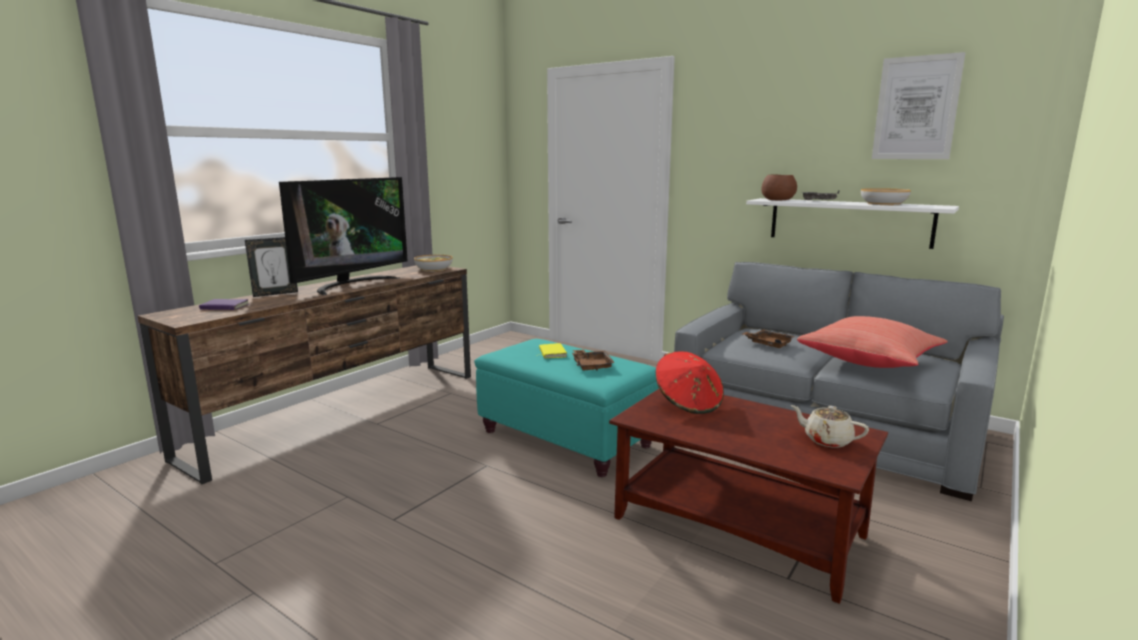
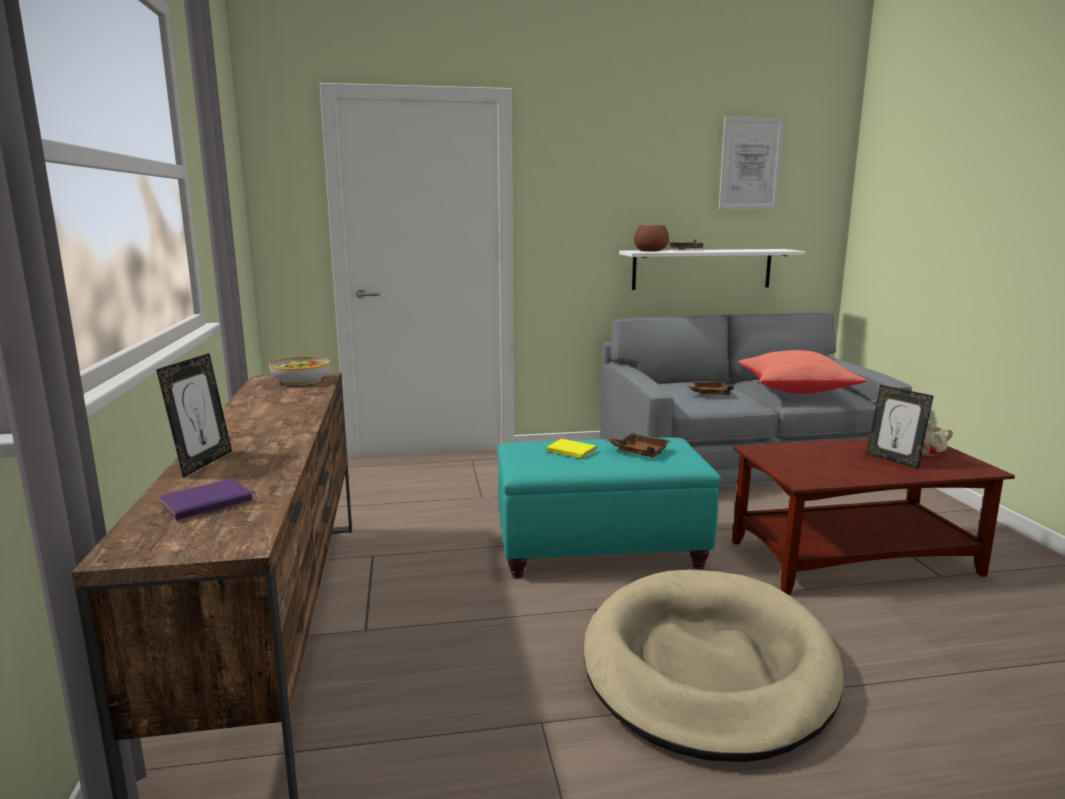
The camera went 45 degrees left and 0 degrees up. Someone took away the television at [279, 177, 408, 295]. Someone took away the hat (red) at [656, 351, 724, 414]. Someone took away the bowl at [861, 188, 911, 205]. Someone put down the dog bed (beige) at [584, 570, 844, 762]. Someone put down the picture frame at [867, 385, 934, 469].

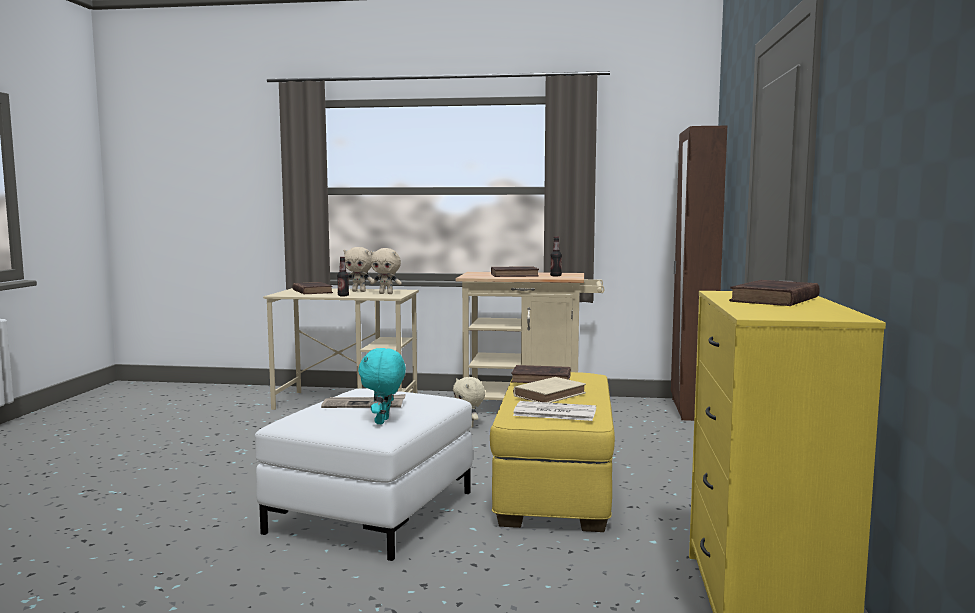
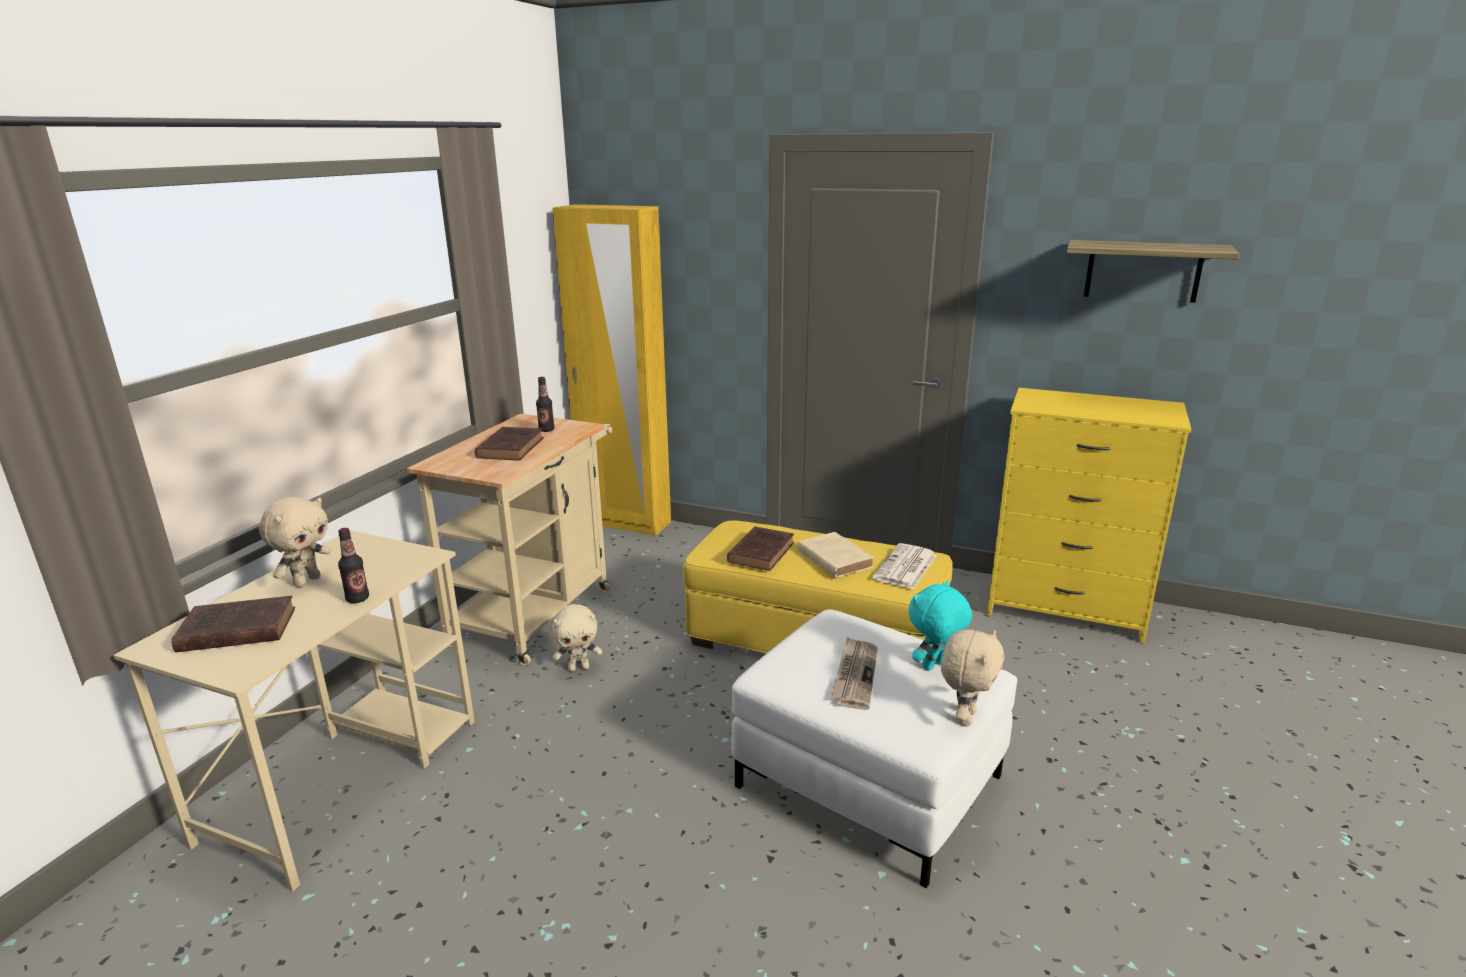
The camera went 75 degrees left and 15 degrees up. Someone took away the book (brown) at [729, 280, 820, 306]. Someone put up the shelf at [1067, 240, 1240, 303]. Someone carried the plush toy (beige) from [370, 248, 402, 294] to [941, 630, 1004, 726]. Someone repainted the wardrobe (brown) at [671, 126, 727, 421], which became the wardrobe (yellow) at [552, 204, 671, 536]. Someone rotated the plush toy (turquoise) at [358, 348, 406, 424] by 120 degrees clockwise.

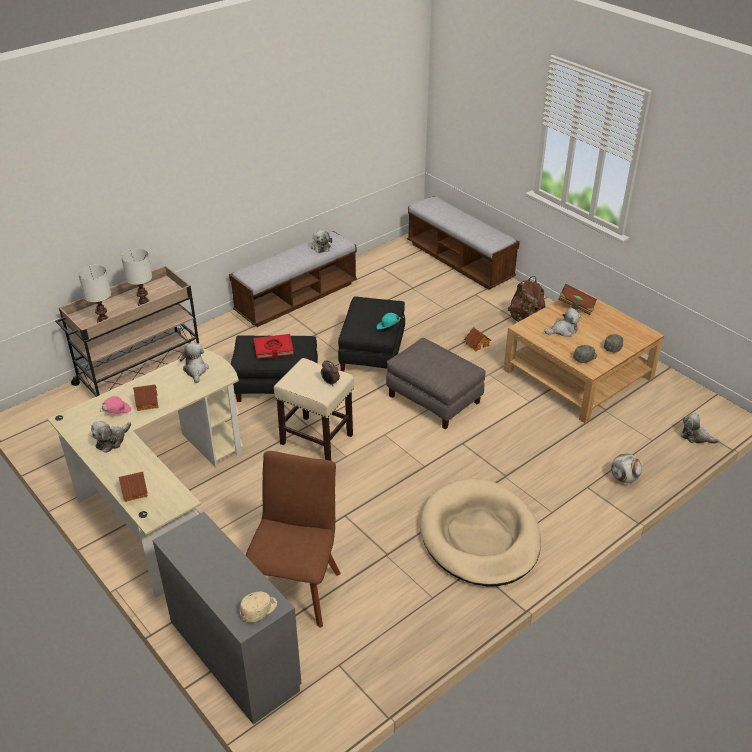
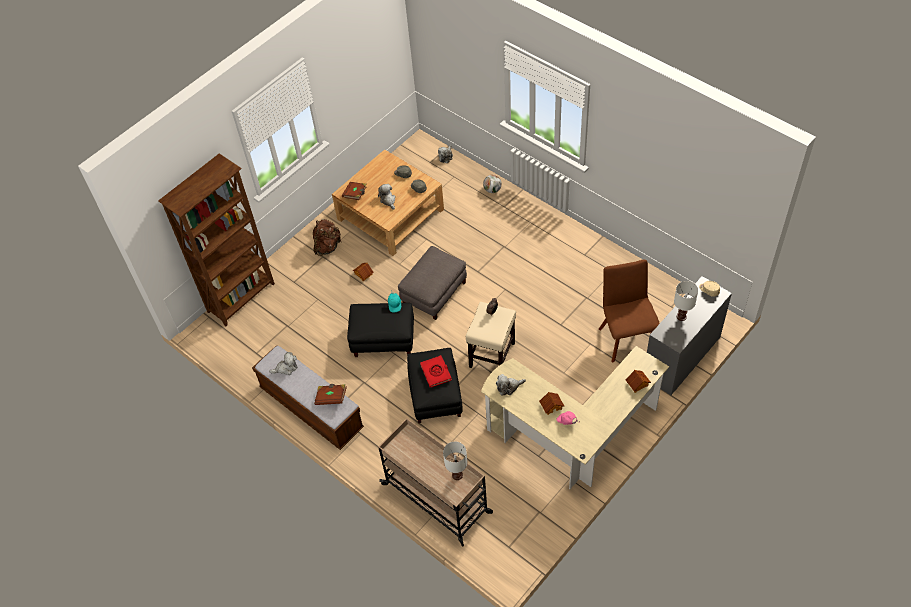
The camera went 95 degrees left and 15 degrees up. Someone took away the plush toy at [91, 421, 131, 453]. Someone took away the dog bed (beige) at [420, 479, 541, 587]. Someone put down the book (brown) at [314, 384, 347, 405]. Someone carried the table lamp (white) from [121, 248, 152, 306] to [674, 281, 698, 321]. Someone swapped the bench at [407, 196, 520, 290] for the bookcase (brown) at [158, 154, 275, 326]. Someone rotated the chair (brown) at [245, 451, 341, 628] by 75 degrees clockwise.

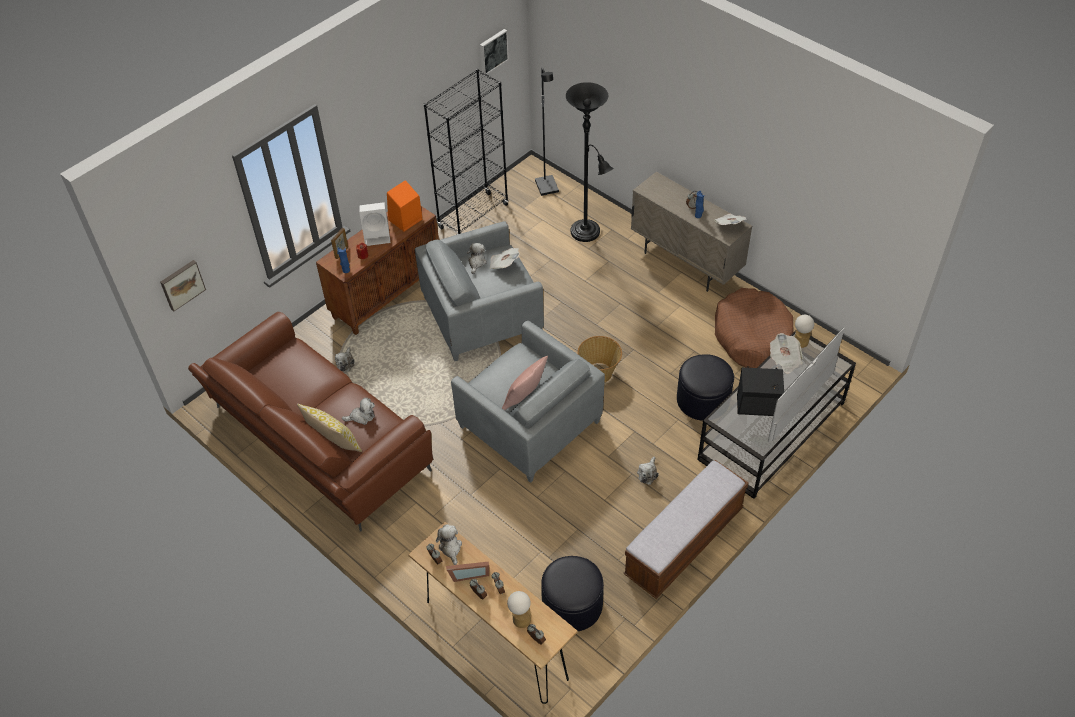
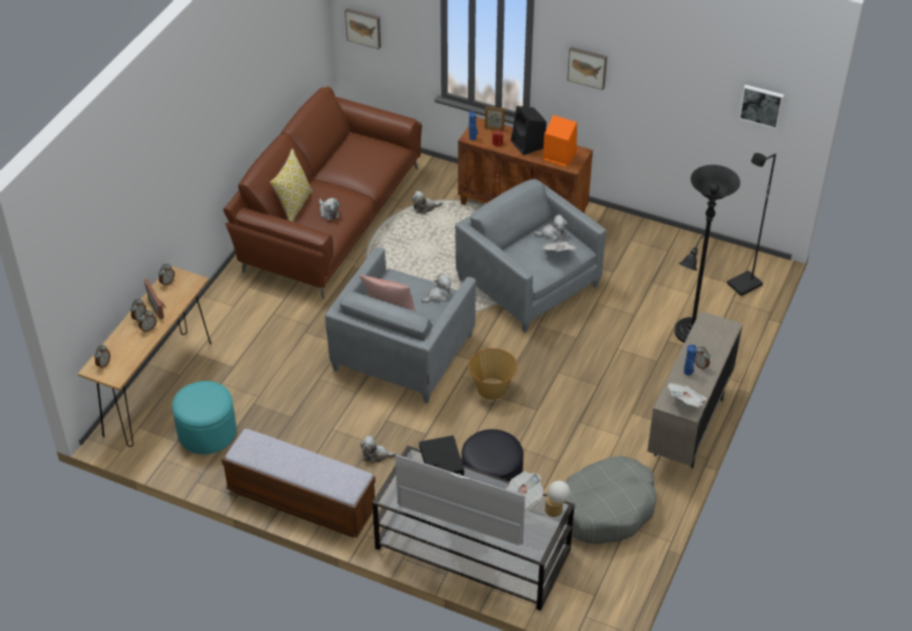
The camera went 70 degrees right and 5 degrees down. Someone took away the bookcase (black) at [424, 69, 509, 235]. Someone took away the table lamp at [507, 591, 531, 628]. Someone put up the picture at [567, 47, 607, 90]. Someone carried the plush toy from [436, 524, 462, 565] to [421, 274, 452, 303]. Someone repainted the speaker (white) at [359, 202, 390, 246], which became the speaker (black) at [511, 106, 547, 155]. Someone repainted the ottoman (black) at [541, 556, 604, 631], which became the ottoman (turquoise) at [172, 381, 237, 454]. Someone repainted the dog bed (brown) at [715, 288, 794, 368], which became the dog bed (grey) at [563, 456, 656, 544].

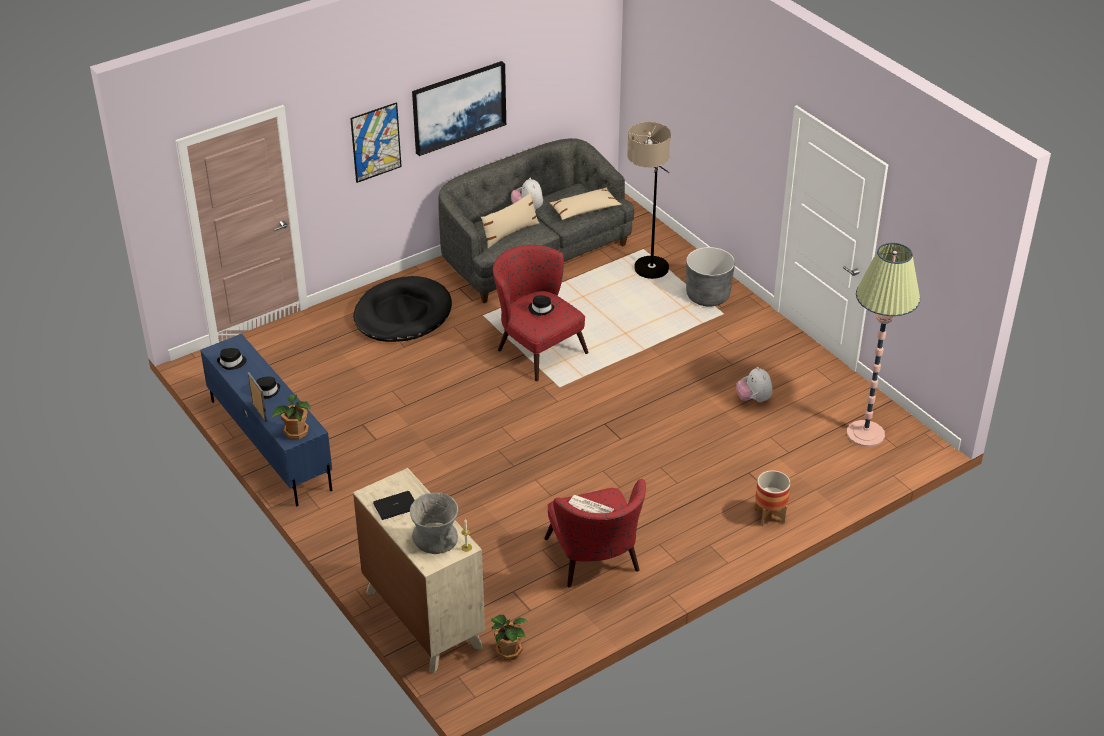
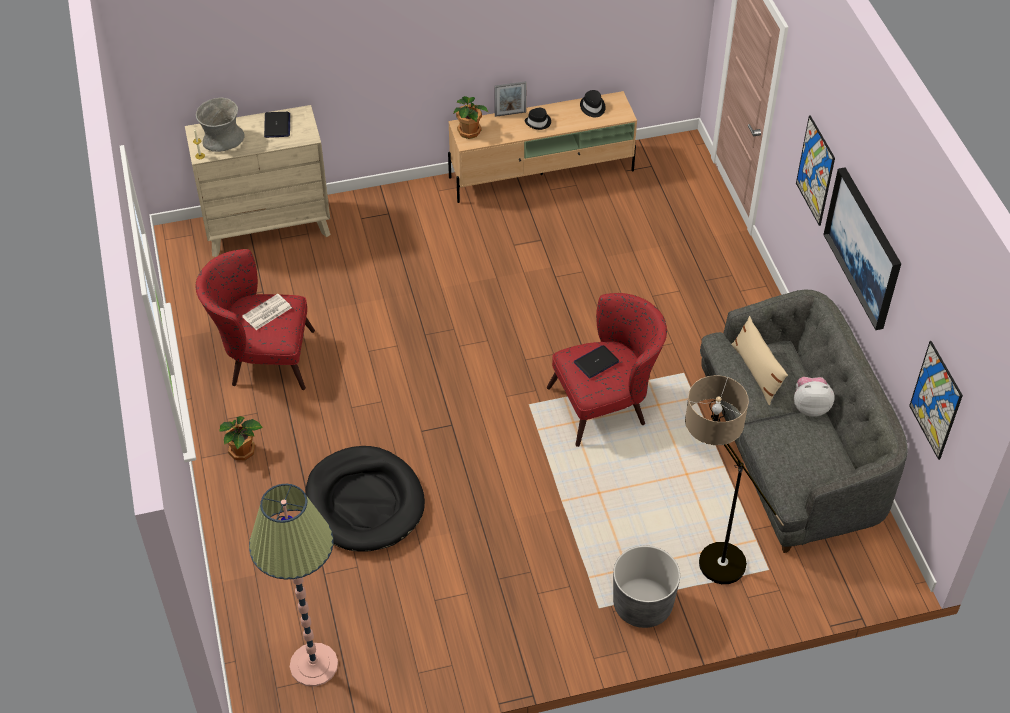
The camera went 110 degrees right and 10 degrees up. Someone took away the pillow (beige) at [550, 187, 621, 220]. Someone took away the plush toy at [736, 367, 772, 402]. Someone took away the planter at [754, 470, 791, 526]. Someone put up the picture at [909, 341, 963, 460]. Someone carried the dog bed (black) from [353, 276, 452, 342] to [305, 446, 425, 552]. Someone carried the potted plant from [491, 615, 529, 661] to [219, 416, 263, 460]. Someone swapped the hat (black) at [529, 295, 554, 315] for the laptop at [574, 345, 619, 379]. Someone repainted the tv stand (blue) at [200, 334, 332, 506], which became the tv stand (beige) at [448, 91, 637, 203].

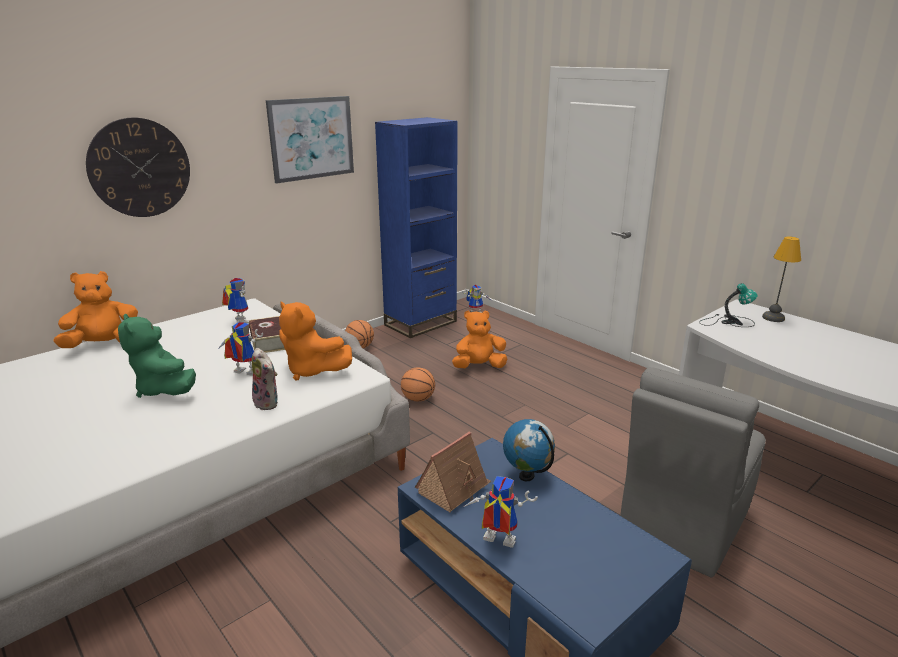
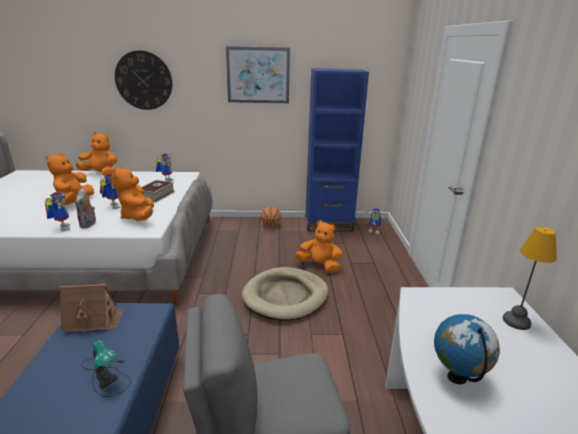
The camera went 40 degrees right and 0 degrees up. Someone took away the basketball at [401, 367, 435, 401]. Someone put down the dog bed (beige) at [242, 267, 328, 321]. Someone carried the toy robot from [462, 476, 538, 548] to [45, 192, 70, 231]. Someone carried the globe from [503, 419, 555, 481] to [434, 314, 500, 384]. Someone carried the table lamp from [699, 283, 758, 327] to [81, 340, 131, 397]. Someone repainted the plush toy (green) at [118, 314, 196, 398], which became the plush toy (orange) at [45, 153, 94, 205].

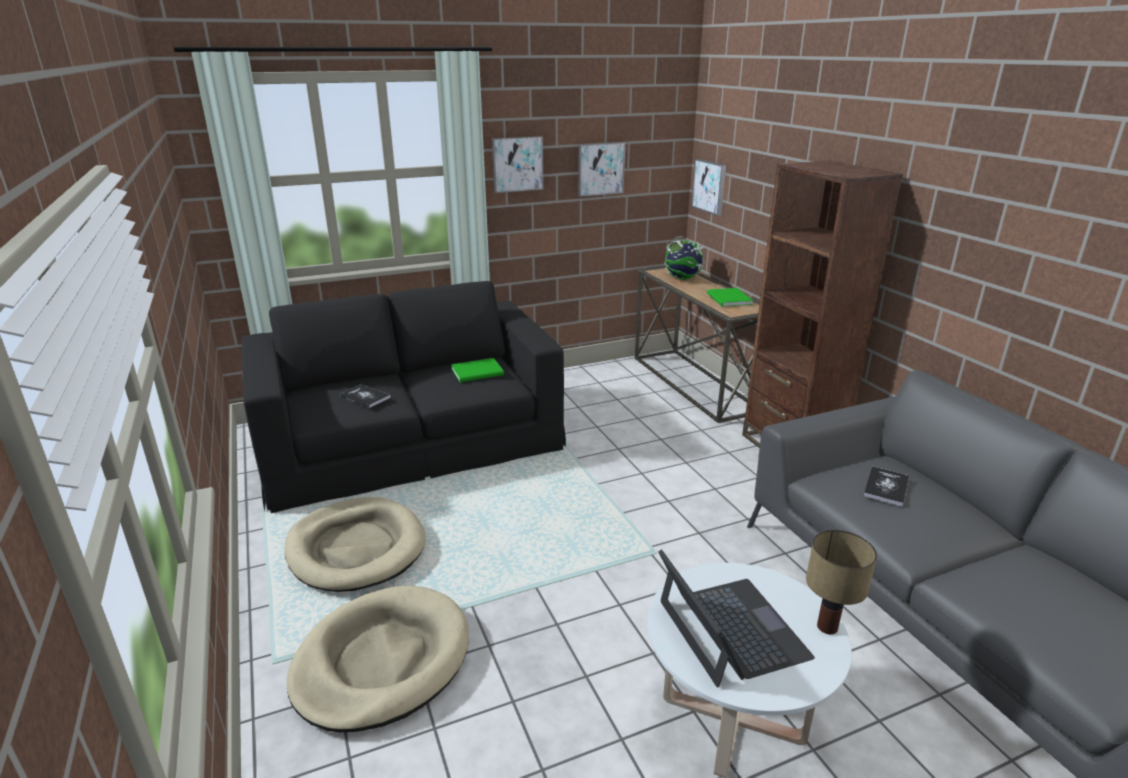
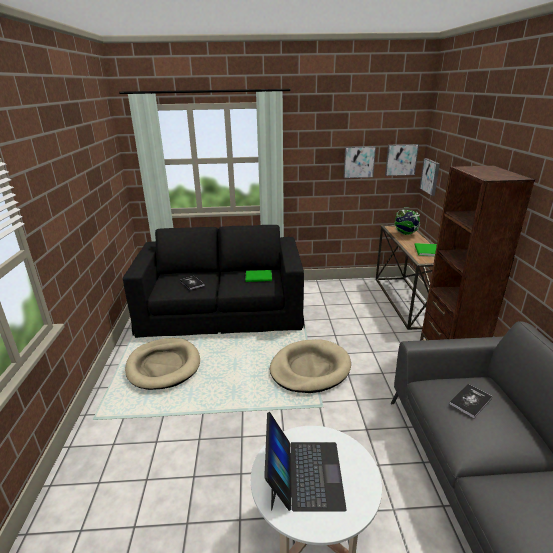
The camera went 20 degrees right and 0 degrees up. Someone took away the table lamp at [806, 530, 877, 635]. Someone carried the dog bed (beige) from [287, 586, 469, 732] to [270, 339, 351, 393]. Someone carried the picture from [492, 136, 543, 193] to [385, 144, 419, 176].

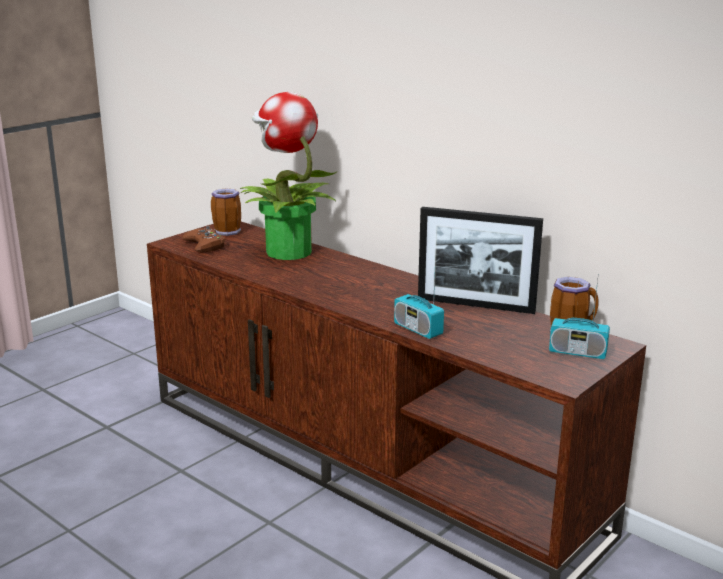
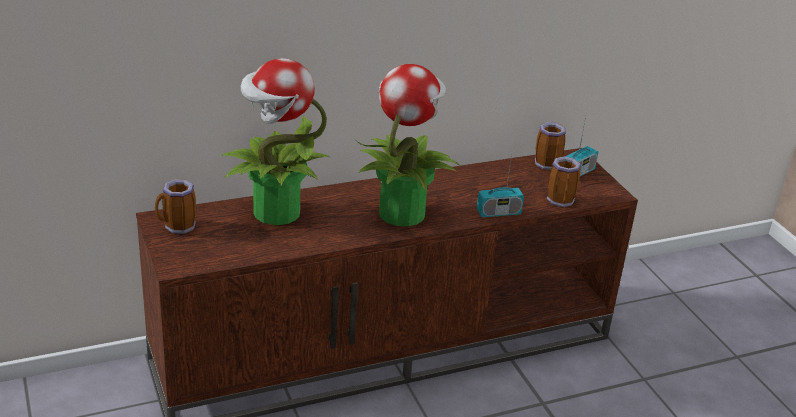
The camera went 65 degrees left and 10 degrees up. Someone took away the game controller (brown) at [182, 226, 225, 253]. Someone took away the picture frame at [418, 207, 543, 314]. Someone put down the potted plant at [357, 64, 461, 226]. Someone put down the mug at [547, 156, 581, 207].

